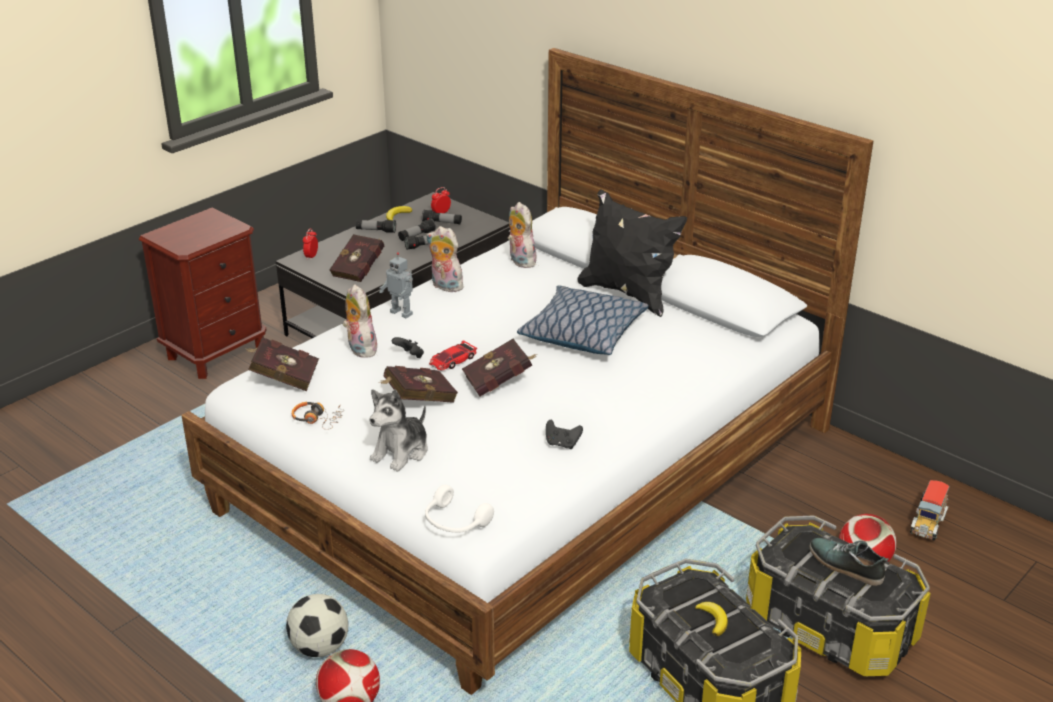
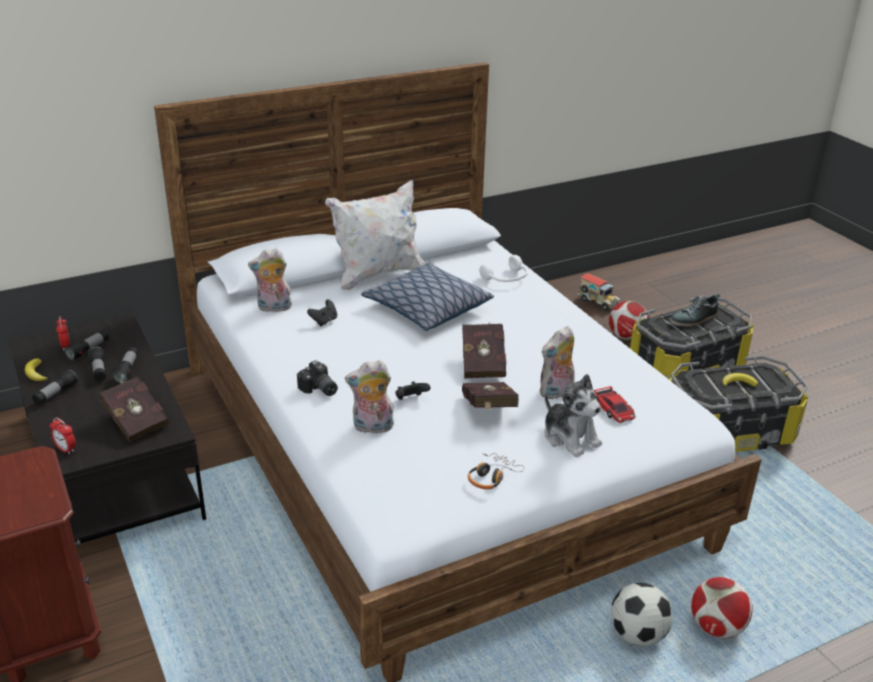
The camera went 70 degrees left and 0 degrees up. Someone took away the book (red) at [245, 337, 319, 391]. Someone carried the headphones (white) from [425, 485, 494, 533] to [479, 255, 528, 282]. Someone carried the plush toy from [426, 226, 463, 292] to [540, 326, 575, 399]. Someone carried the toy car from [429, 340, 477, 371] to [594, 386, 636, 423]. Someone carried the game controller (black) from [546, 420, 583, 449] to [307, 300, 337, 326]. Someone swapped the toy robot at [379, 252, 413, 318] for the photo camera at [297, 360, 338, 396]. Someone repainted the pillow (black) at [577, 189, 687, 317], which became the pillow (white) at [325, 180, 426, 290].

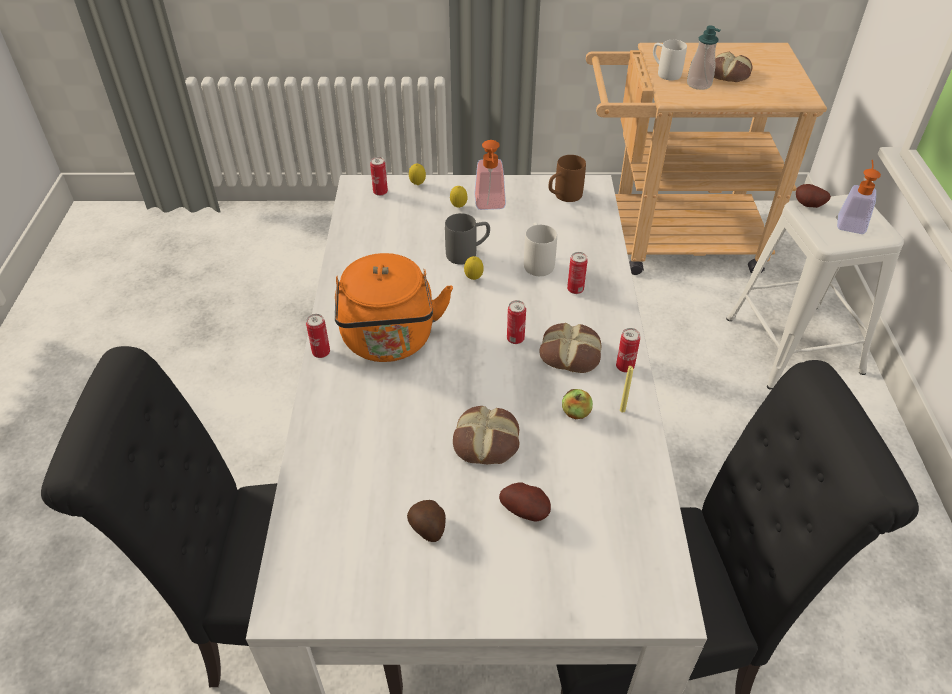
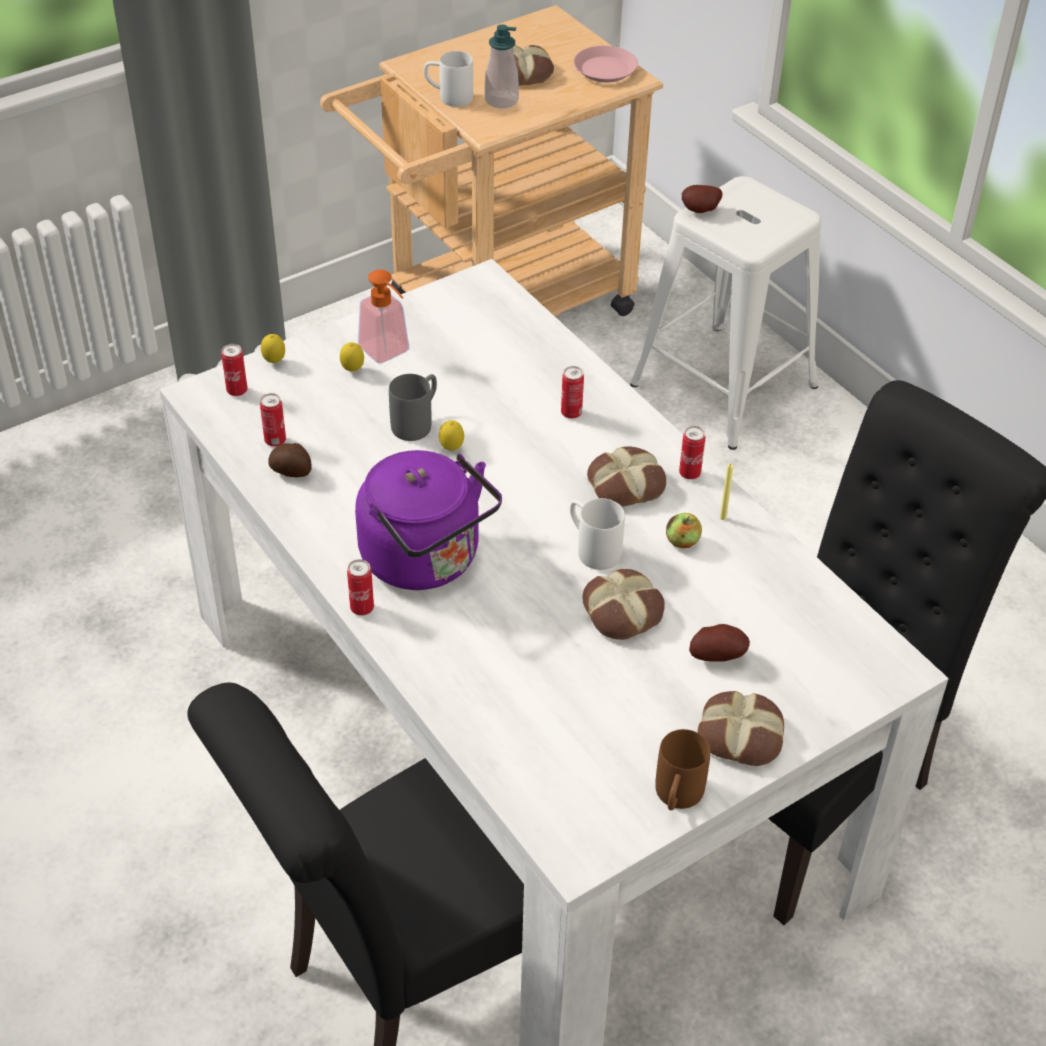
The camera went 35 degrees left and 0 degrees up. Someone took away the soap dispenser at [837, 160, 881, 234]. Someone put down the plate (pink) at [574, 46, 638, 82]. Someone put down the bread at [698, 691, 784, 766]. Someone carried the potato from [407, 500, 446, 542] to [268, 443, 312, 477]. Someone carried the can from [507, 300, 526, 344] to [260, 393, 286, 447]. Someone carried the mug (white) from [524, 222, 557, 276] to [570, 498, 625, 570]. Someone carried the mug (brown) from [549, 155, 586, 202] to [655, 729, 710, 810]. Someone repainted the kettle (orange) at [335, 253, 453, 362], which became the kettle (purple) at [355, 450, 502, 590].

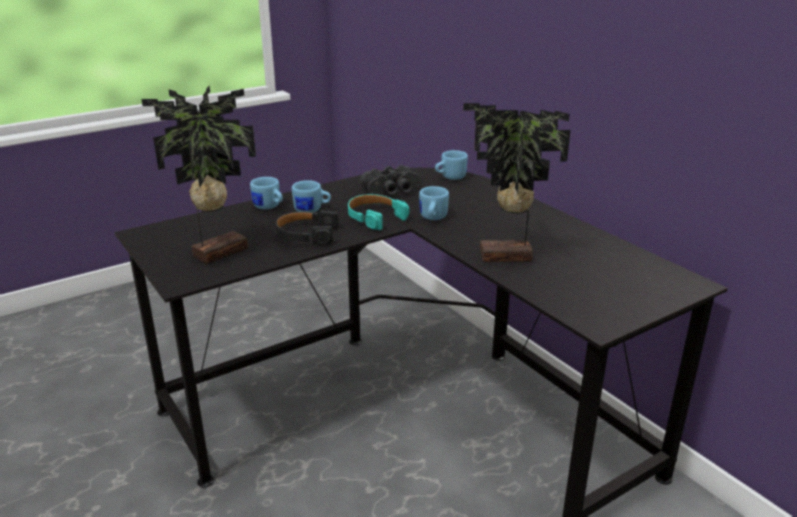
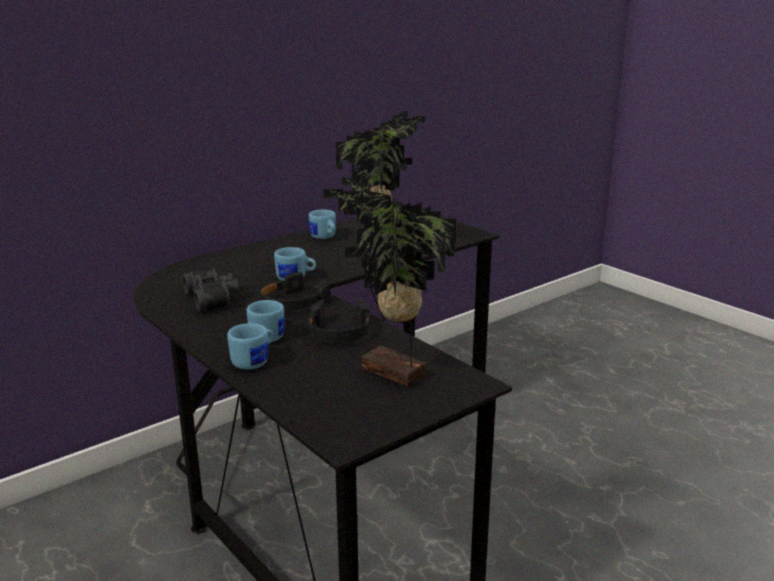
The camera went 95 degrees left and 5 degrees down. Someone carried the mug (blue) from [435, 150, 468, 180] to [309, 210, 336, 239]. Someone repainted the headphones (turquoise) at [348, 194, 409, 230], which became the headphones (black) at [260, 272, 330, 311].

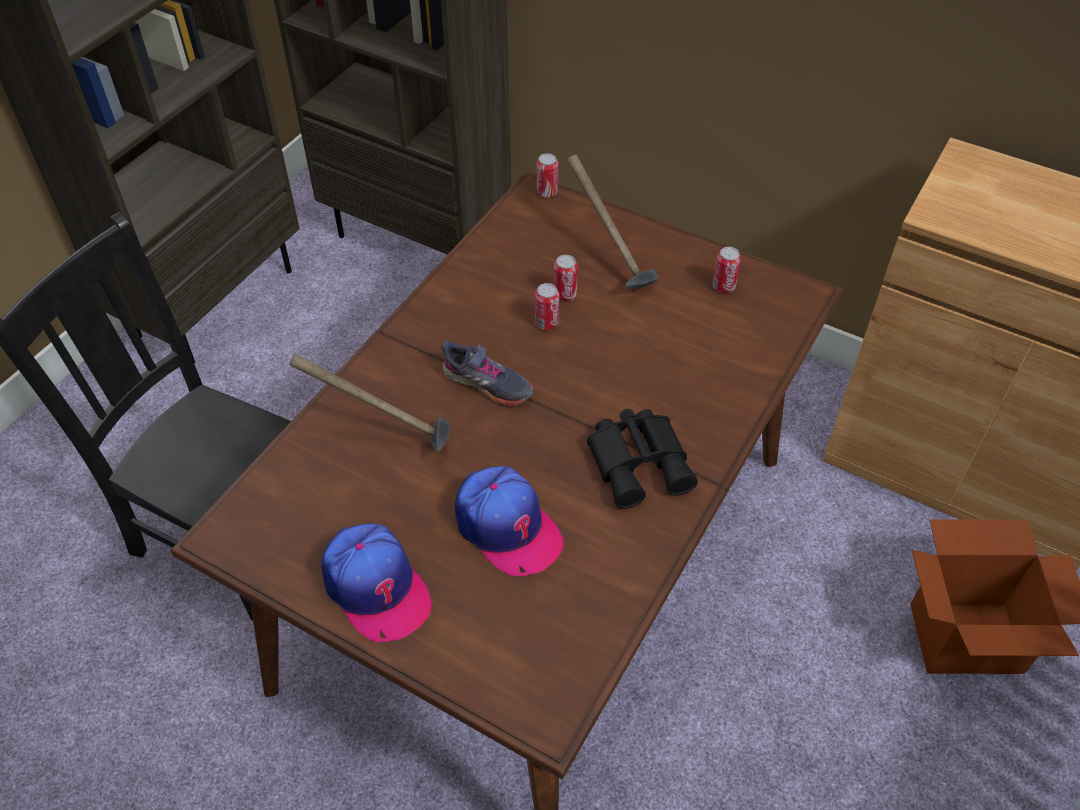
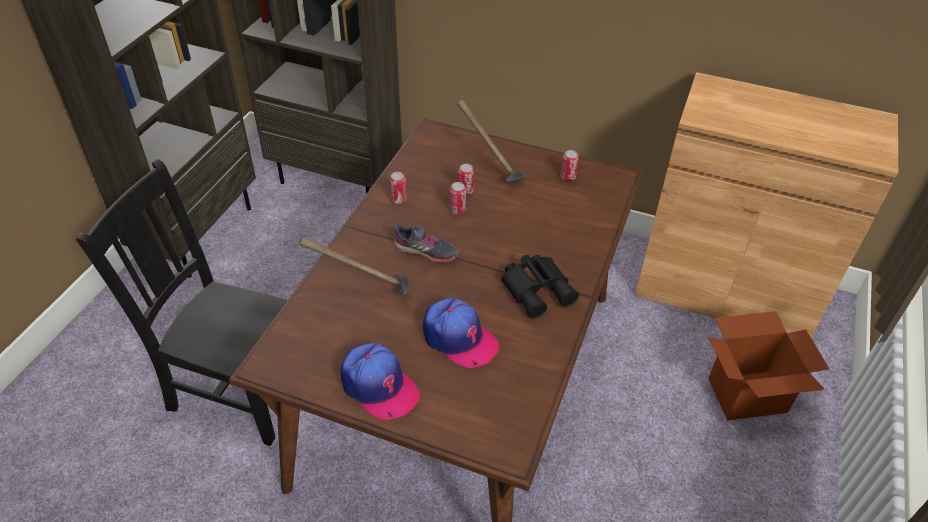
The camera went 10 degrees left and 5 degrees down. Someone carried the can from [536, 153, 558, 197] to [389, 172, 407, 204].

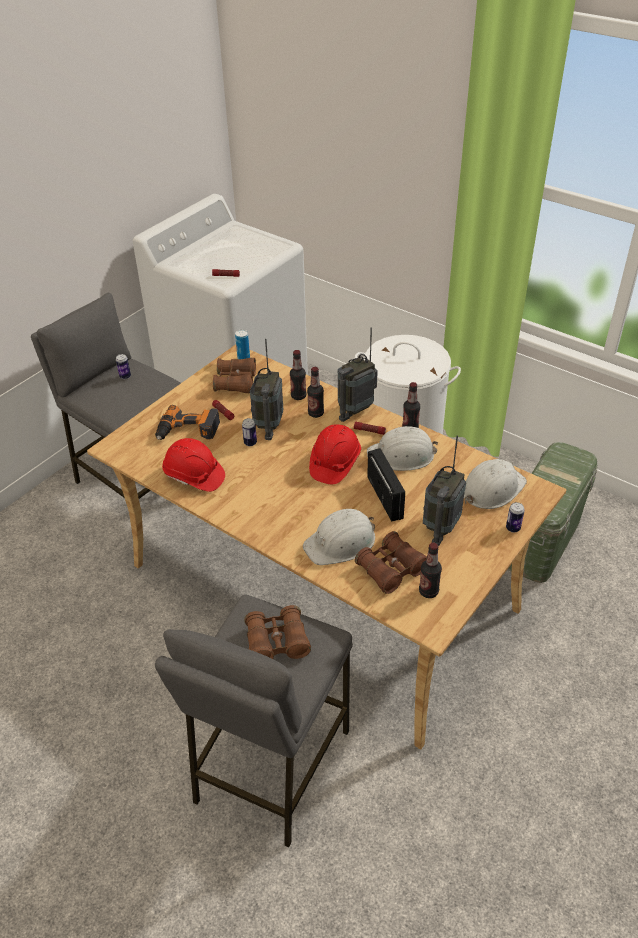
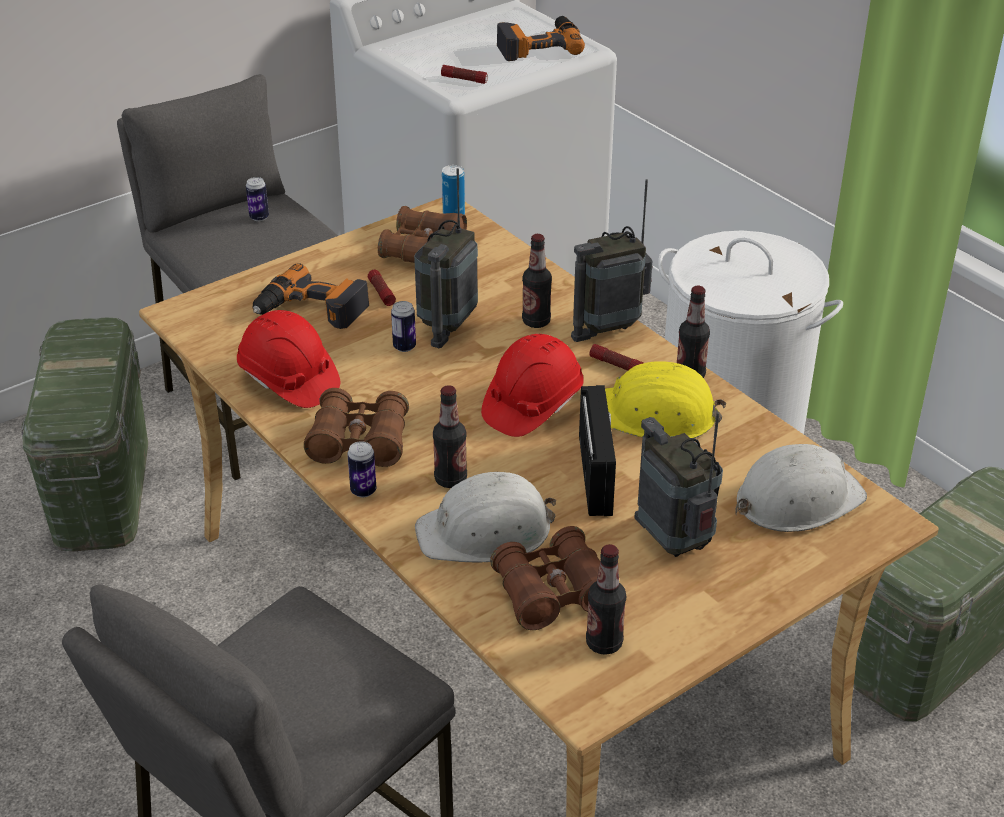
The camera went 15 degrees right and 5 degrees down. Someone put down the storage box (green) at [21, 318, 148, 551]. Someone put down the power drill at [497, 16, 585, 61]. Someone carried the binoculars (brown) from [244, 605, 311, 659] to [304, 388, 409, 467]. Someone carried the bottle from [290, 350, 307, 400] to [433, 385, 467, 488]. Someone carried the can from [506, 502, 525, 533] to [347, 441, 376, 497]. Someone repainted the hard hat (white) at [367, 426, 438, 471], which became the hard hat (yellow) at [605, 361, 726, 438]. Someone rotated the radio at [423, 435, 466, 546] by 105 degrees clockwise.

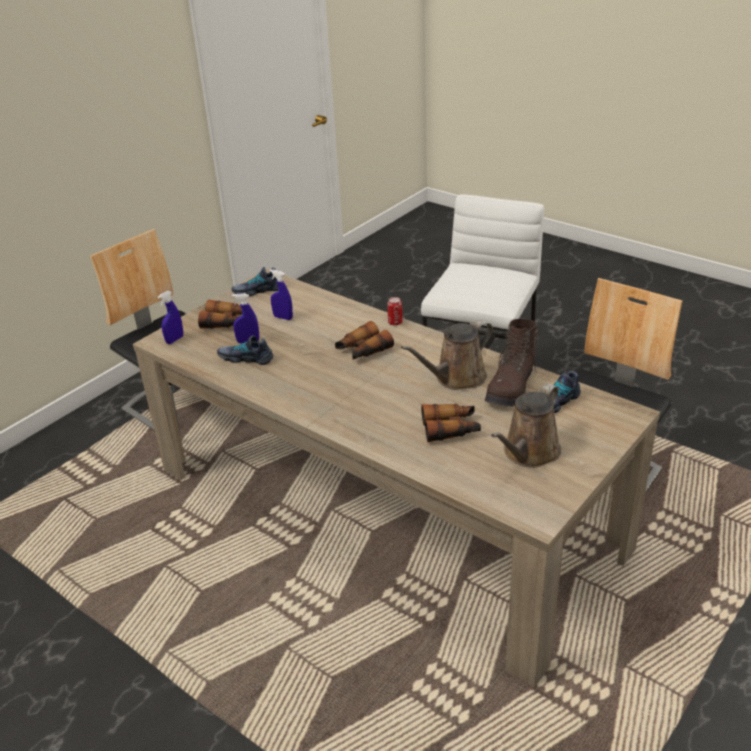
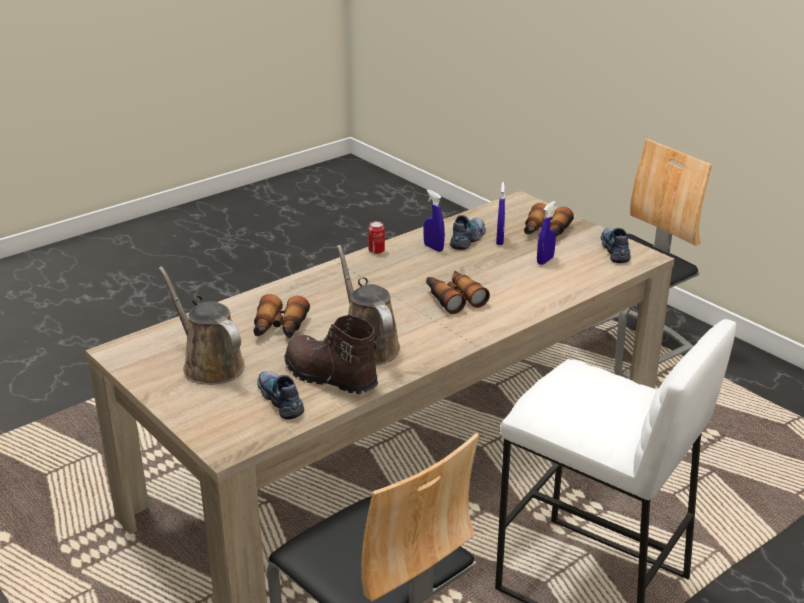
The camera went 100 degrees right and 5 degrees down. Someone carried the spray bottle (blue) from [158, 291, 183, 344] to [423, 190, 445, 252]. Someone carried the can from [387, 297, 403, 326] to [368, 221, 385, 254].

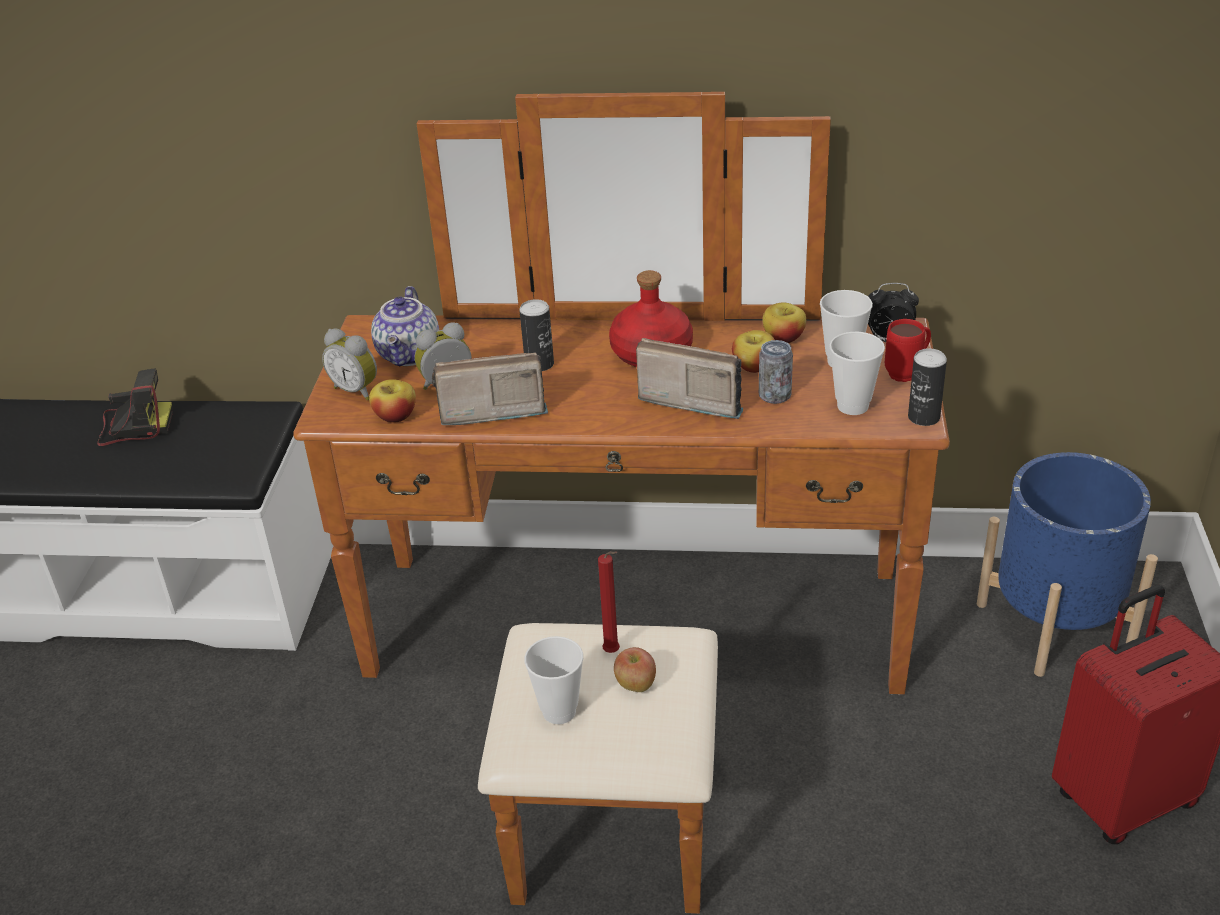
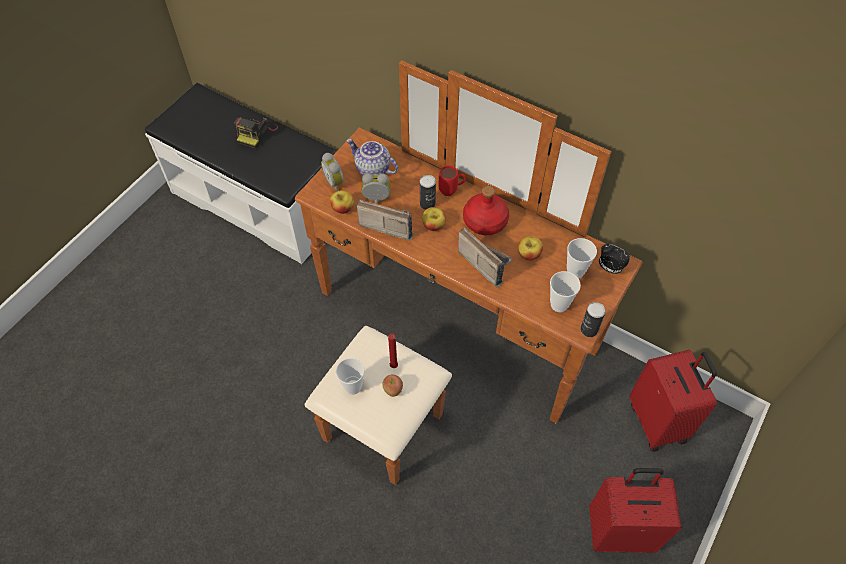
The camera went 25 degrees right and 20 degrees up. Someone took away the can at [759, 340, 793, 404]. Someone carried the apple from [762, 303, 806, 343] to [422, 207, 446, 231]. Someone carried the mug (red) from [885, 319, 931, 382] to [439, 165, 466, 196]. Someone swapped the planter (blue) at [977, 452, 1158, 677] for the suitcase (red) at [630, 350, 717, 452]. Someone rotated the photo camera at [97, 368, 173, 446] by 90 degrees clockwise. Someone rotated the teapot at [371, 286, 439, 366] by 90 degrees clockwise.

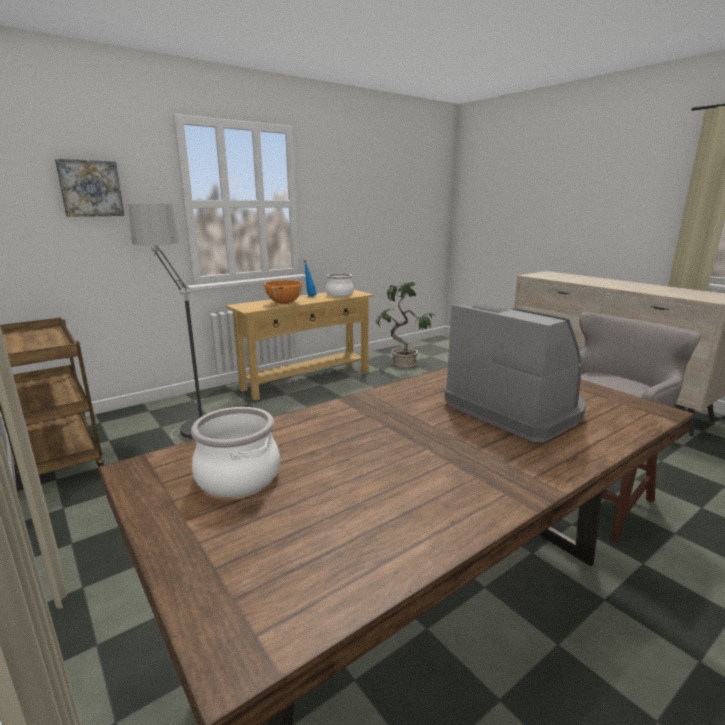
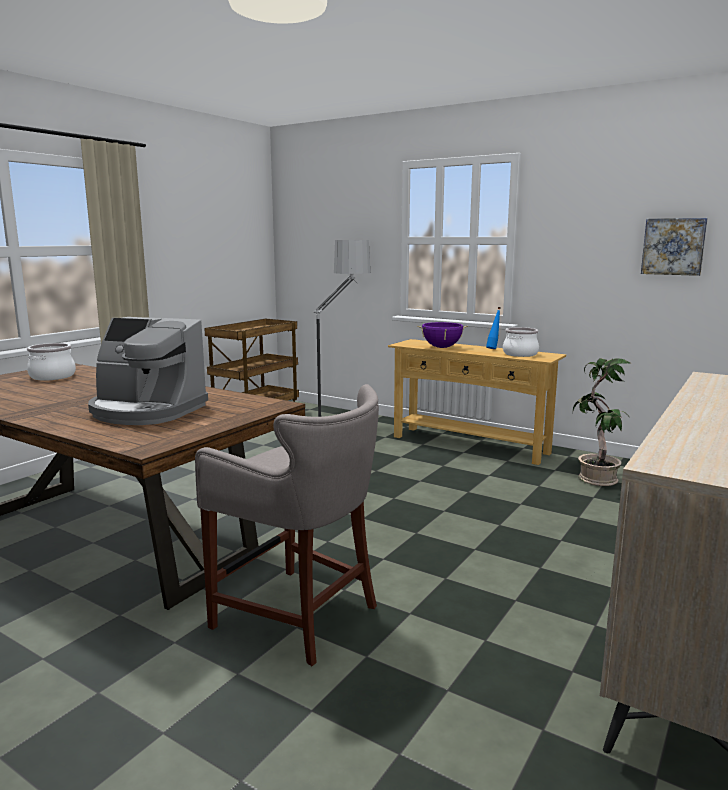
The camera went 70 degrees right and 5 degrees down. Someone carried the picture from [55, 159, 124, 217] to [641, 218, 708, 276]. Someone repainted the cooking pot (orange) at [263, 280, 305, 304], which became the cooking pot (purple) at [417, 322, 468, 348]. Someone rotated the coffee machine at [445, 304, 586, 442] by 75 degrees clockwise.

